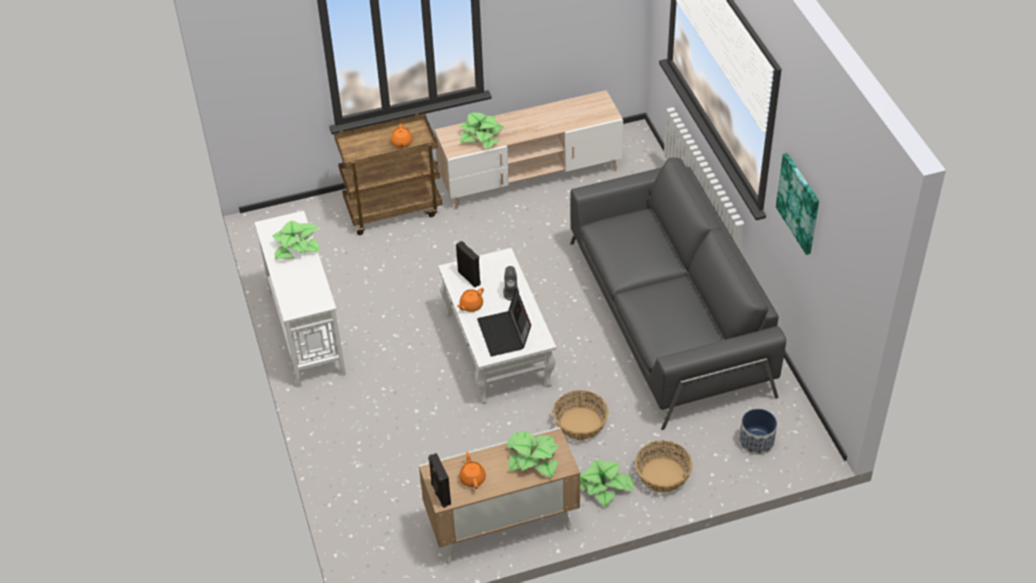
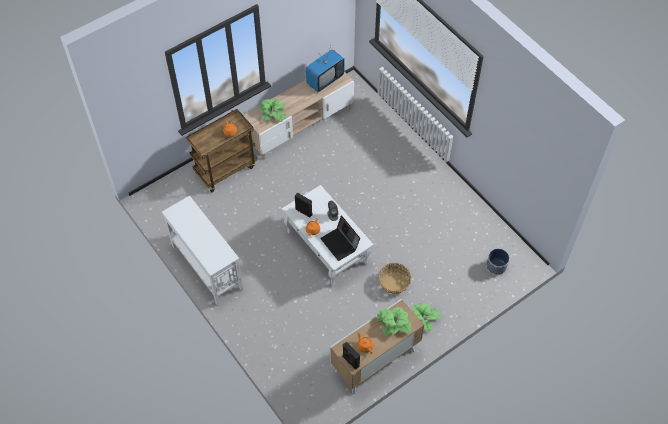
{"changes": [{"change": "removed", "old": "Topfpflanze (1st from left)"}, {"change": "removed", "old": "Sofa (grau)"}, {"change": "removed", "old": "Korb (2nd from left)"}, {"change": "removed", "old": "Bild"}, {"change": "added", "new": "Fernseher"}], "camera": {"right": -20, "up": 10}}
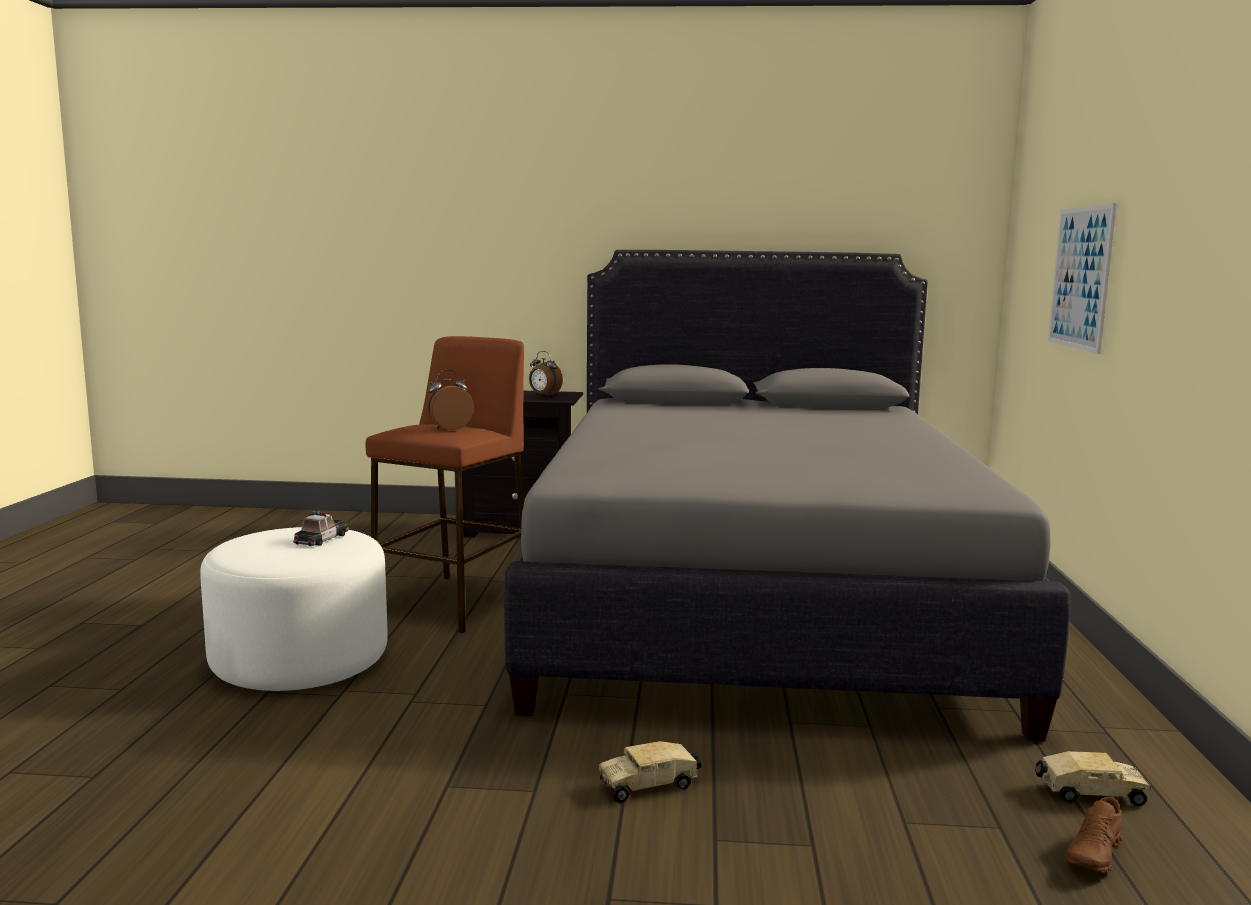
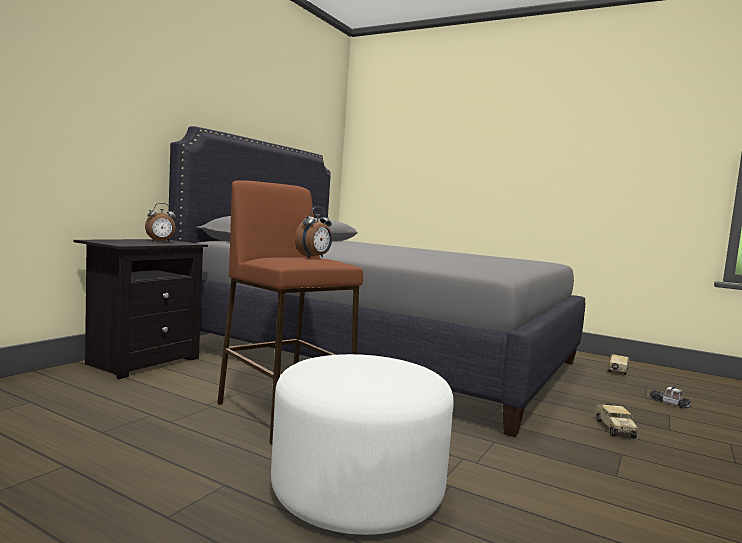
{"changes": [{"change": "moved", "old": "Spielzeugauto"}, {"change": "turned", "old": "Wecker (1st from left in the first image)", "degrees": -135}, {"change": "removed", "old": "Bild"}, {"change": "removed", "old": "Schuh (braun)"}], "camera": {"right": -65, "up": -5}}
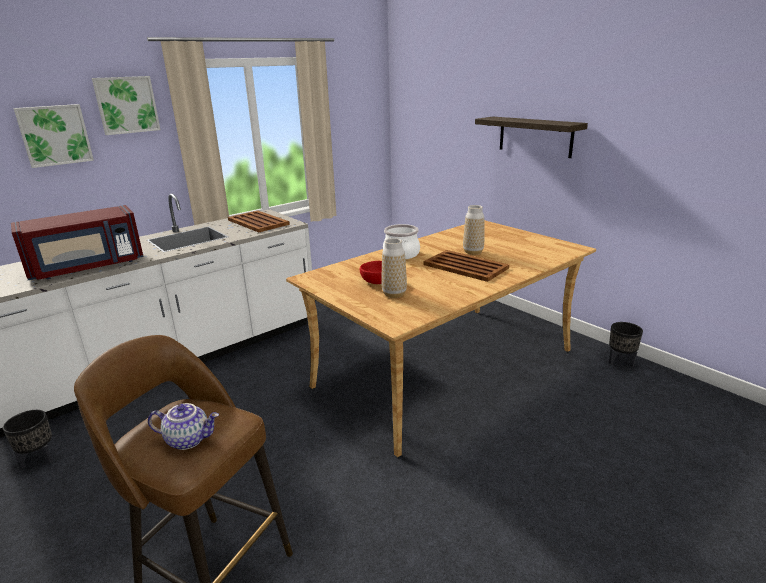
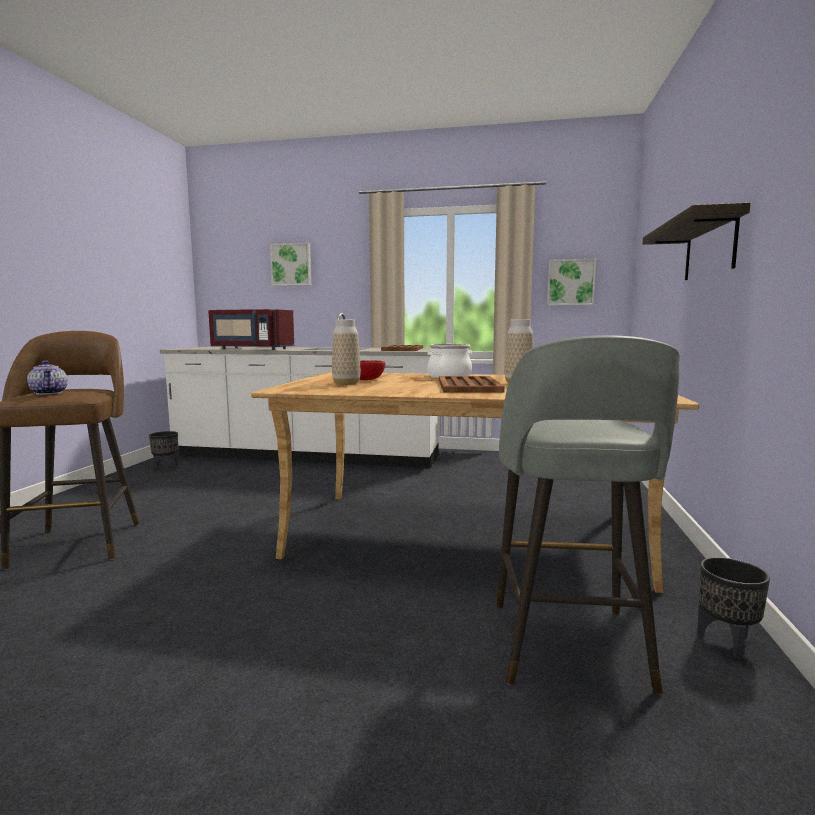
{"changes": [{"change": "moved", "old": "Bild (2nd from left)"}, {"change": "added", "new": "Hocker (grau)"}], "camera": {"right": 50, "up": -15}}
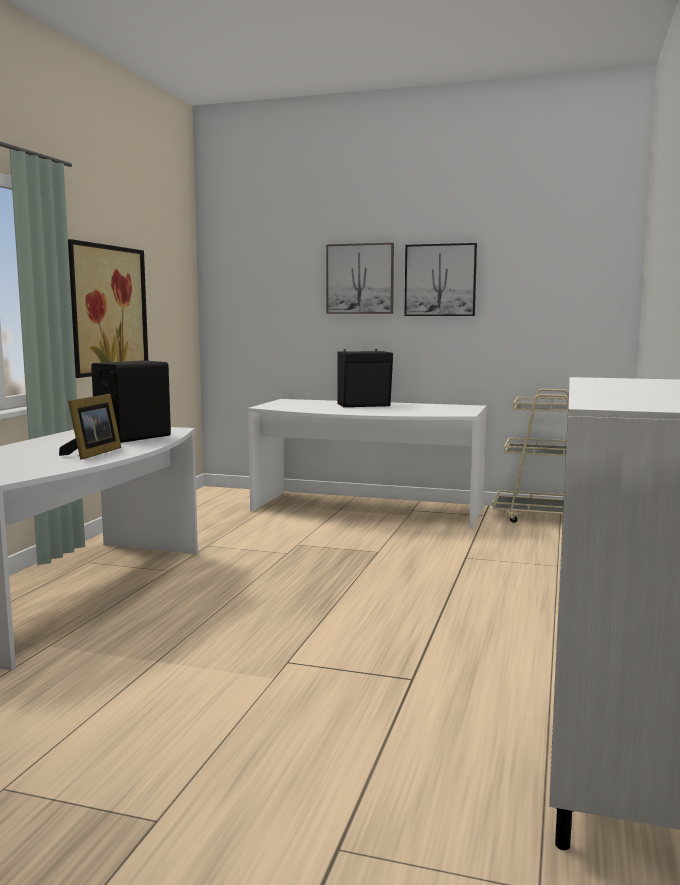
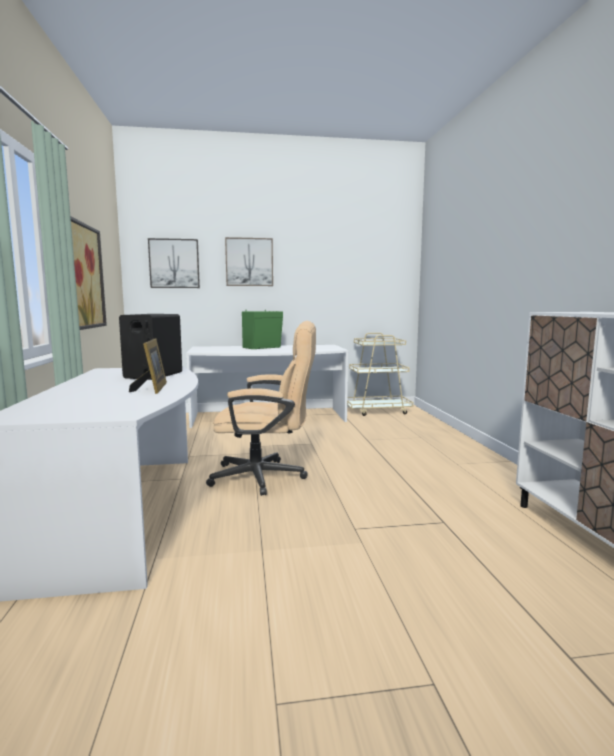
{"changes": [{"change": "recoloured", "old": "Lautsprecher (schwarz) (2nd from left)", "new": "Lautsprecher (grün)"}, {"change": "moved", "old": "Bild (3rd from left in the first image)", "new": "Bild (2nd from left)"}, {"change": "added", "new": "Bürostuhl (beige)"}], "camera": {"right": -25, "up": 0}}
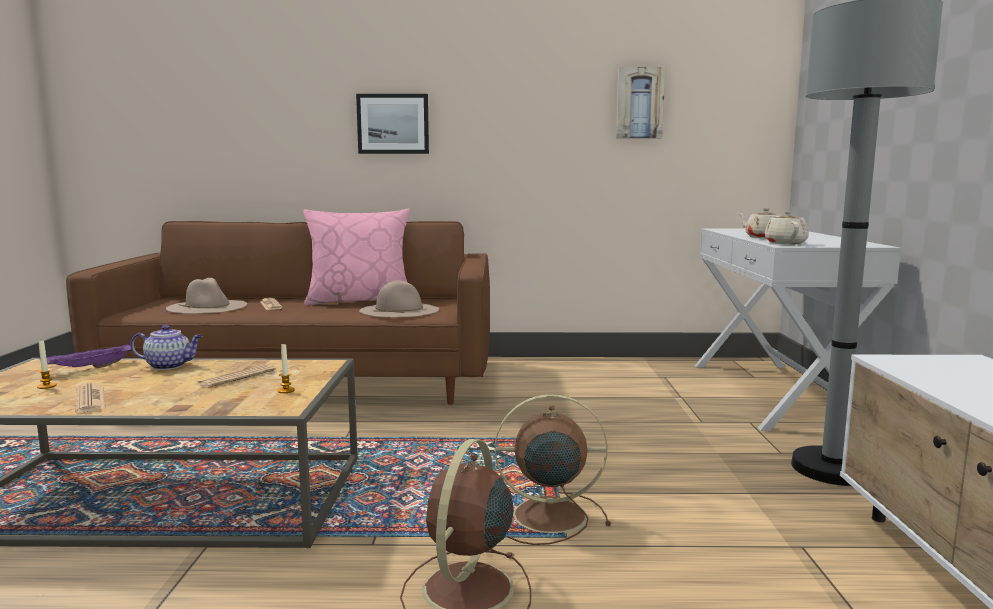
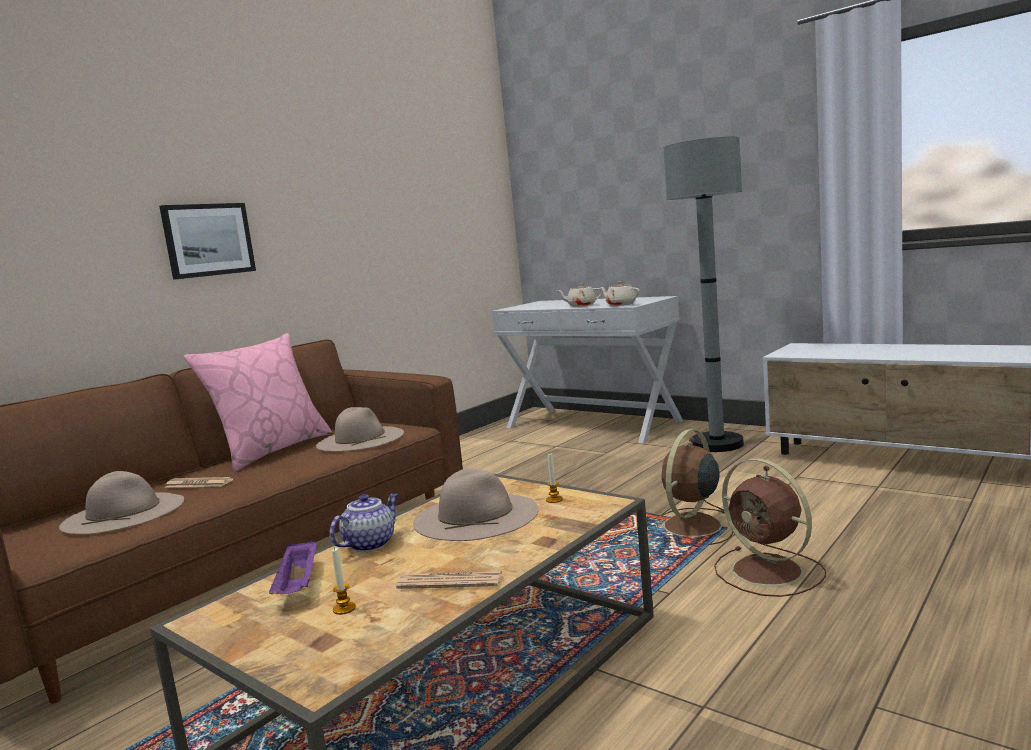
{"changes": [{"change": "replaced", "old": "Zeitung (2nd from left)", "new": "Hut (beige) (3rd from left)"}, {"change": "removed", "old": "Bild (2nd from left)"}], "camera": {"right": -50, "up": 0}}
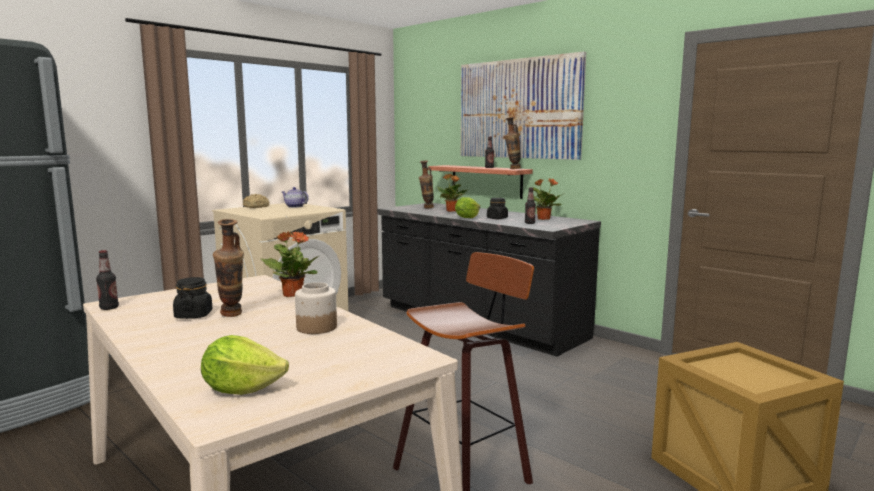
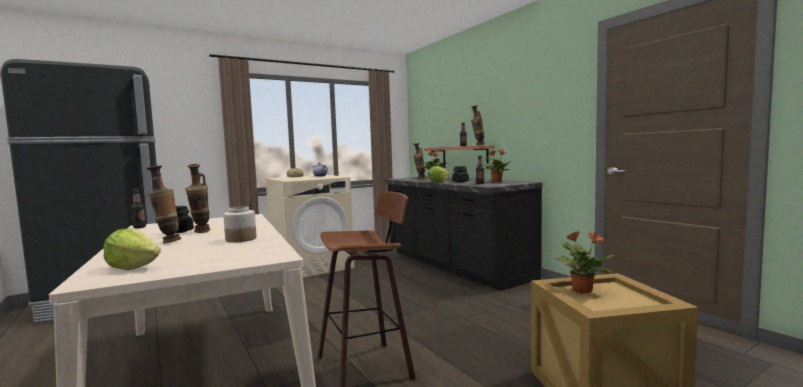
{"changes": [{"change": "moved", "old": "Topfpflanze (1st from left in the first image)", "new": "Topfpflanze (3rd from left)"}, {"change": "removed", "old": "Bild"}, {"change": "added", "new": "Vase (1st from left)"}], "camera": {"right": 15, "up": -5}}
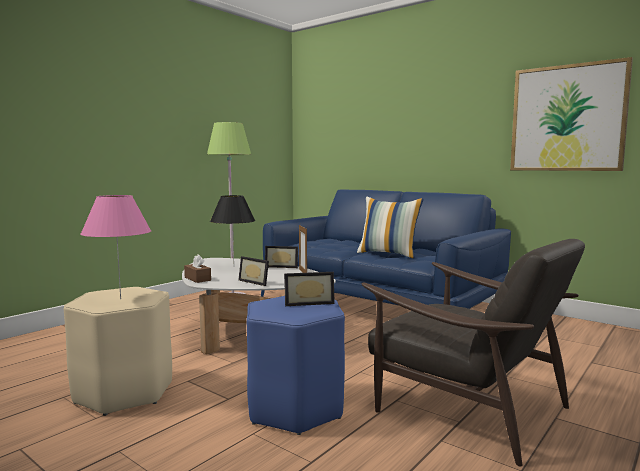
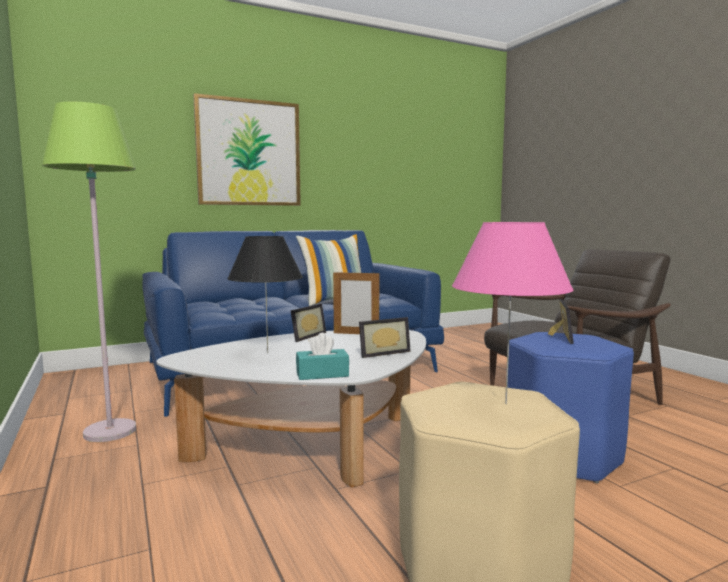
{"changes": [{"change": "recoloured", "old": "Taschentuchbox (braun)", "new": "Taschentuchbox (türkis)"}, {"change": "moved", "old": "Bild"}], "camera": {"right": -65, "up": 0}}
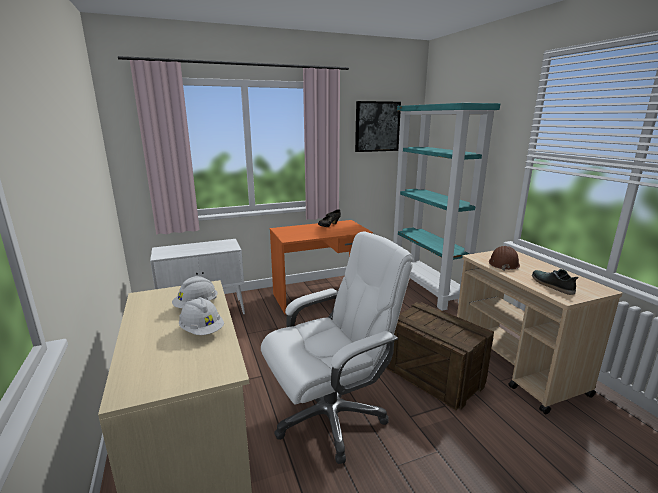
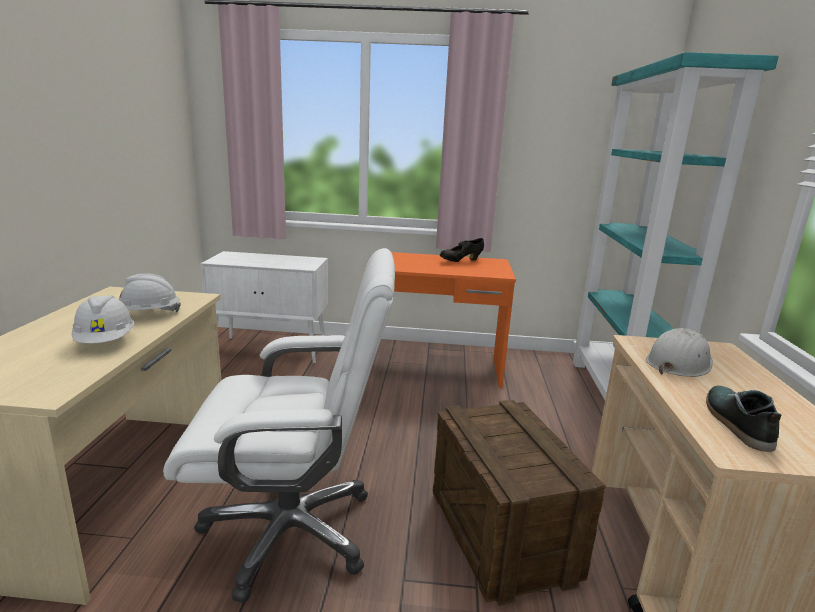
{"changes": [{"change": "removed", "old": "Bild"}, {"change": "recoloured", "old": "Schutzhelm (braun)", "new": "Schutzhelm (weiß) (3rd from left)"}], "camera": {"right": 25, "up": 0}}
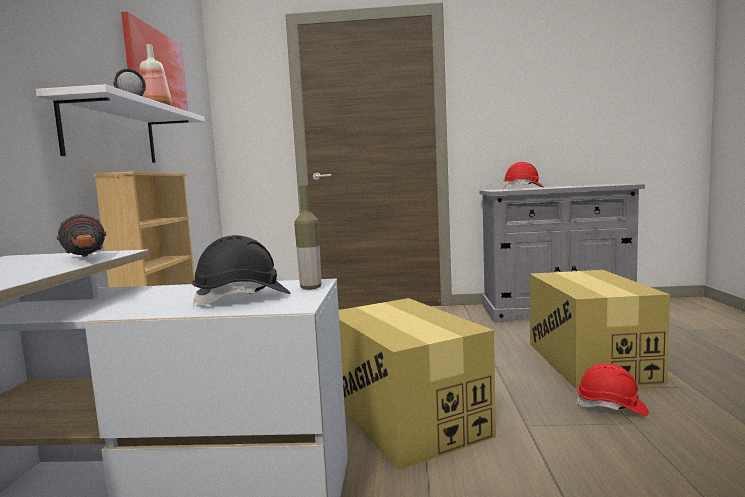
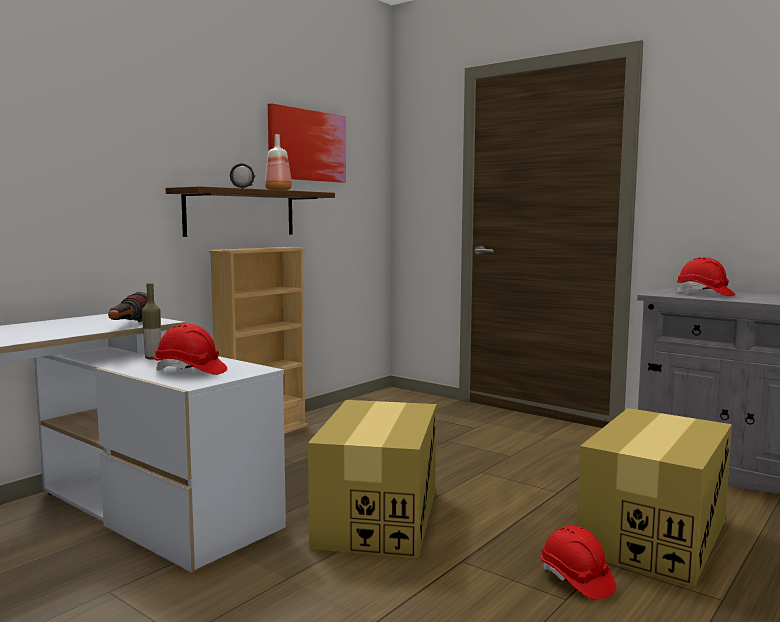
{"changes": [{"change": "recoloured", "old": "Wandregal (weiß)", "new": "Wandregal (braun)"}, {"change": "recoloured", "old": "Schutzhelm (schwarz)", "new": "Schutzhelm (rot) (1st from left)"}, {"change": "moved", "old": "Flasche (2nd from left in the first image)", "new": "Flasche (1st from left)"}], "camera": {"right": 35, "up": 0}}
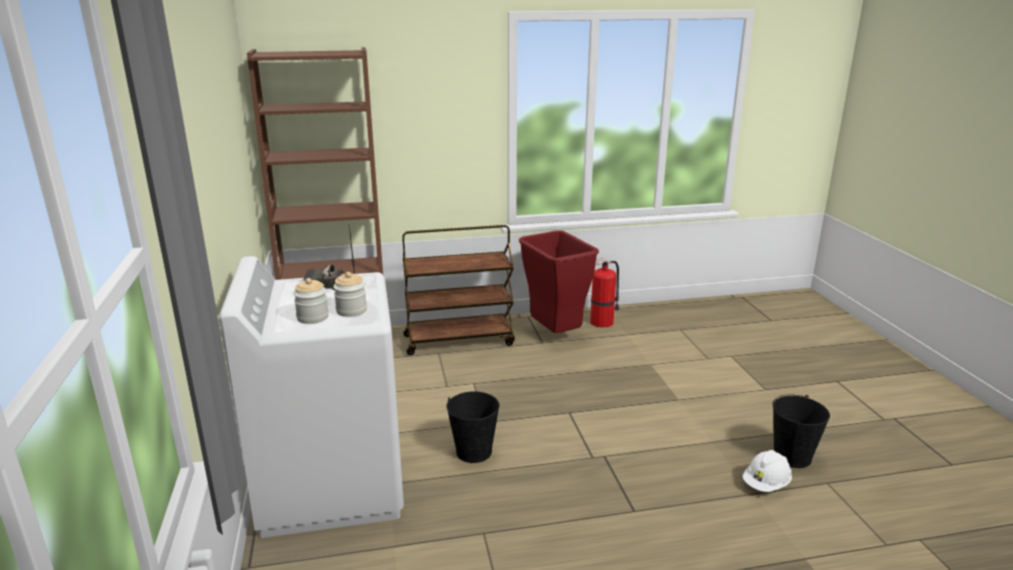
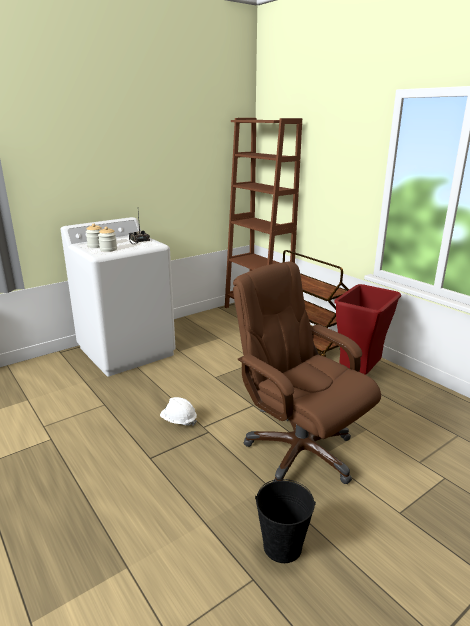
{"changes": [{"change": "removed", "old": "Eimer (schwarz) (1st from left)"}, {"change": "removed", "old": "Feuerlöscher"}, {"change": "moved", "old": "Schutzhelm (weiß)"}, {"change": "added", "new": "Bürostuhl (braun)"}], "camera": {"right": 65, "up": 0}}
